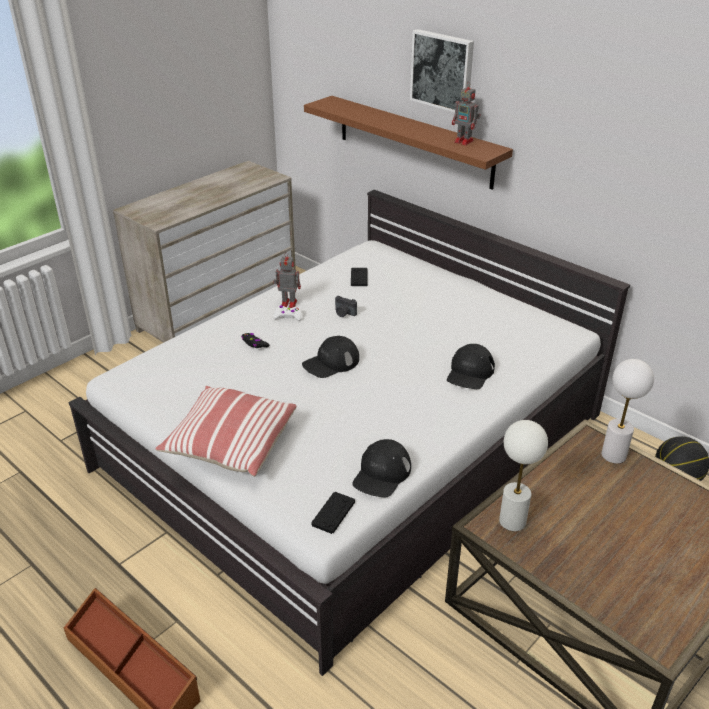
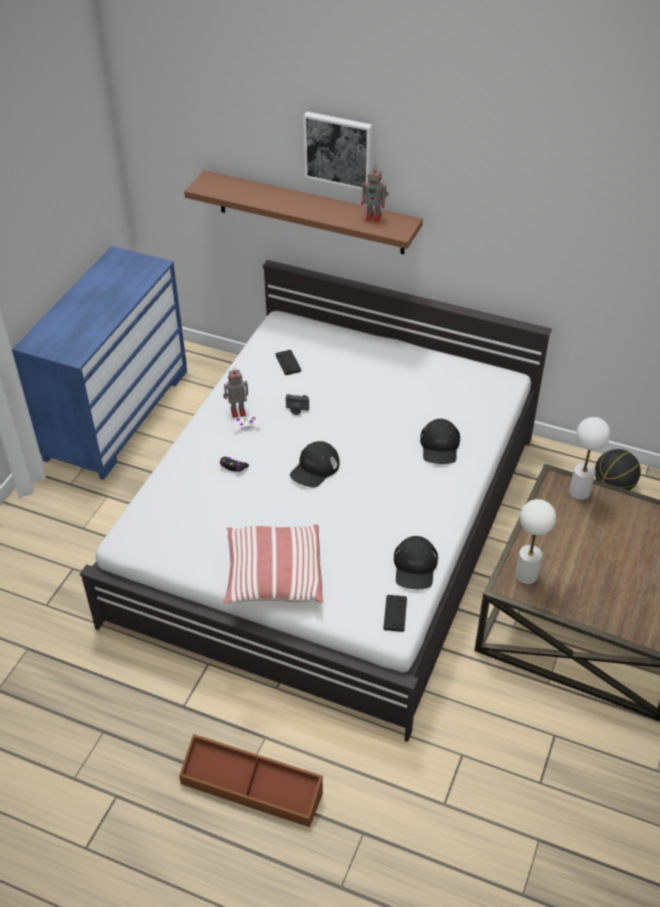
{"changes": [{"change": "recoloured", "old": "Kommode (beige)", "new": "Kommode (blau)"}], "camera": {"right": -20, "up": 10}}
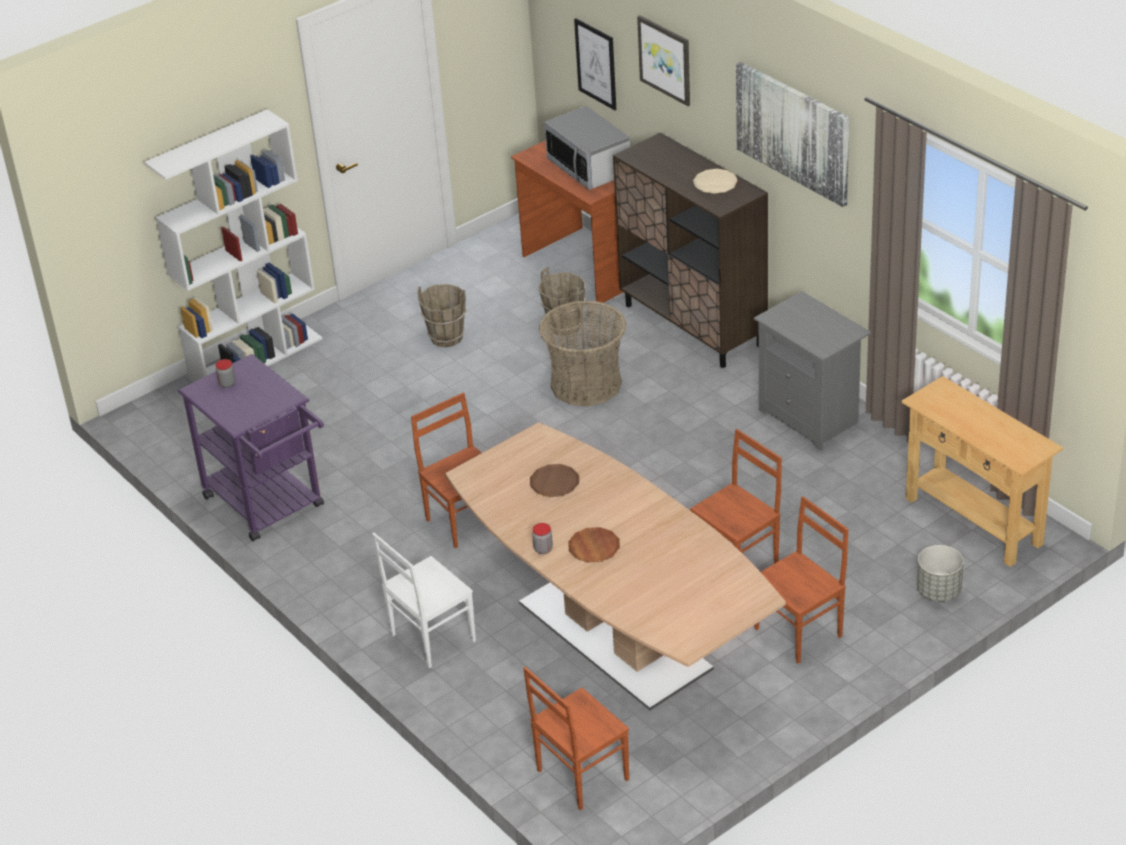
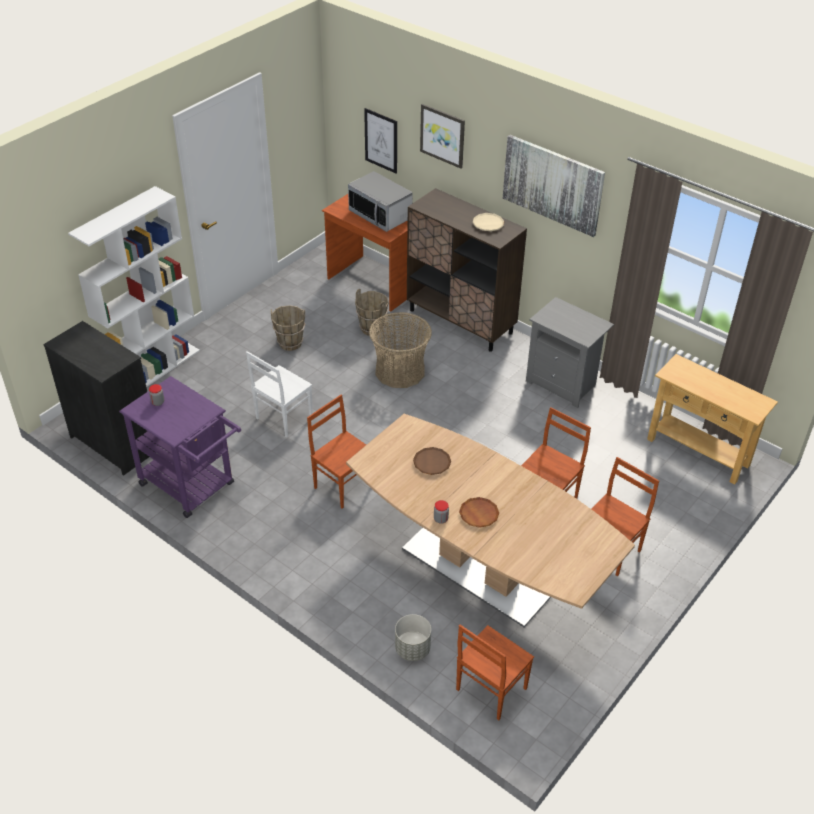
{"changes": [{"change": "moved", "old": "Stuhl (weiß)"}, {"change": "moved", "old": "Pflanzkübel (grau)"}, {"change": "added", "new": "Kommode (schwarz)"}], "camera": {"right": -15, "up": 5}}
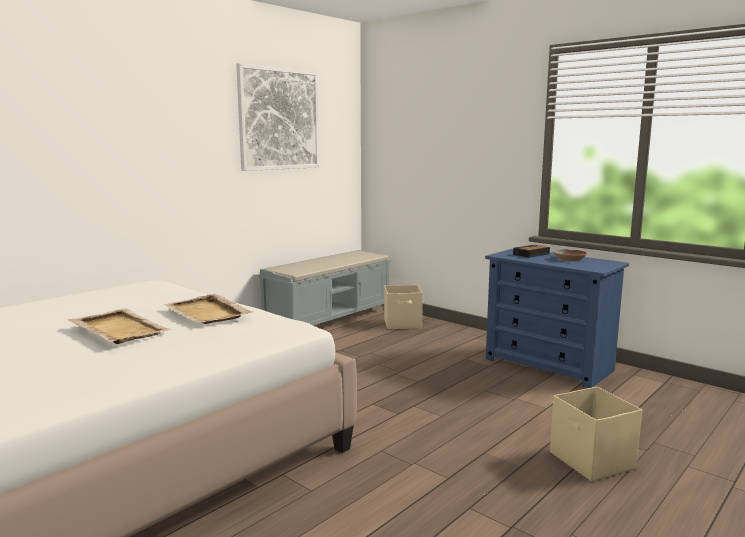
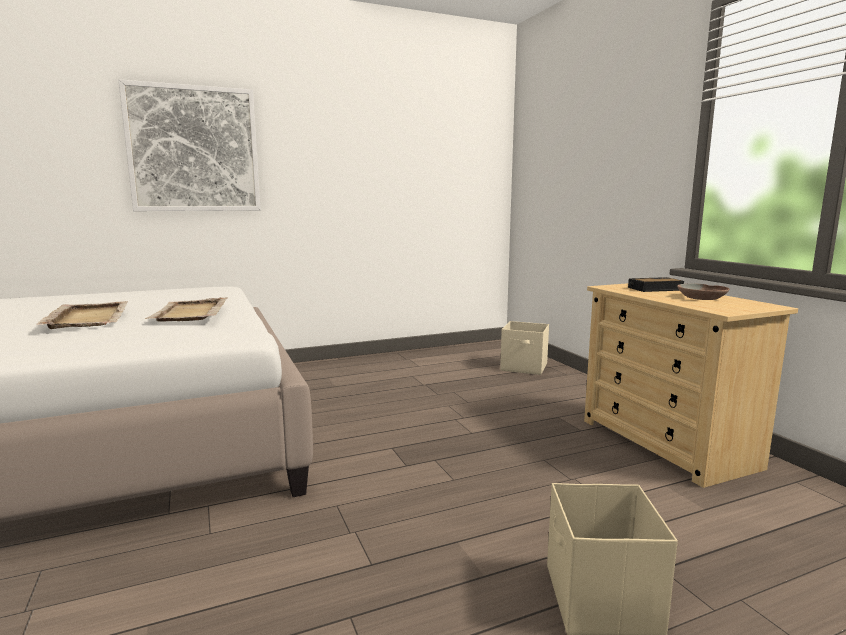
{"changes": [{"change": "moved", "old": "Bild"}, {"change": "removed", "old": "Bank (grau)"}, {"change": "recoloured", "old": "Kommode (blau)", "new": "Kommode (beige)"}], "camera": {"right": 25, "up": 0}}
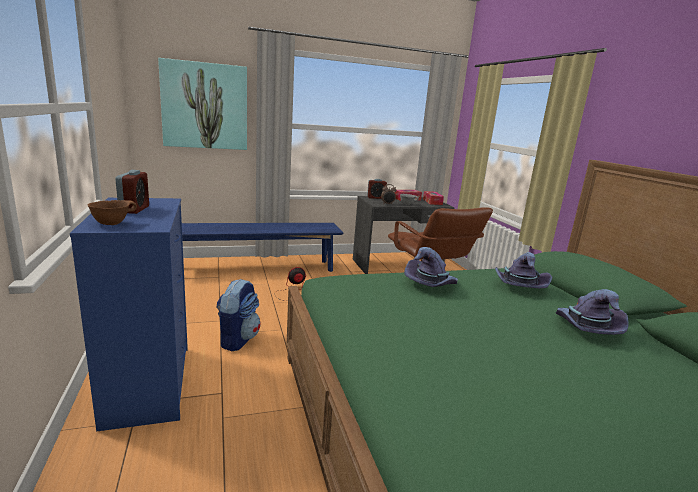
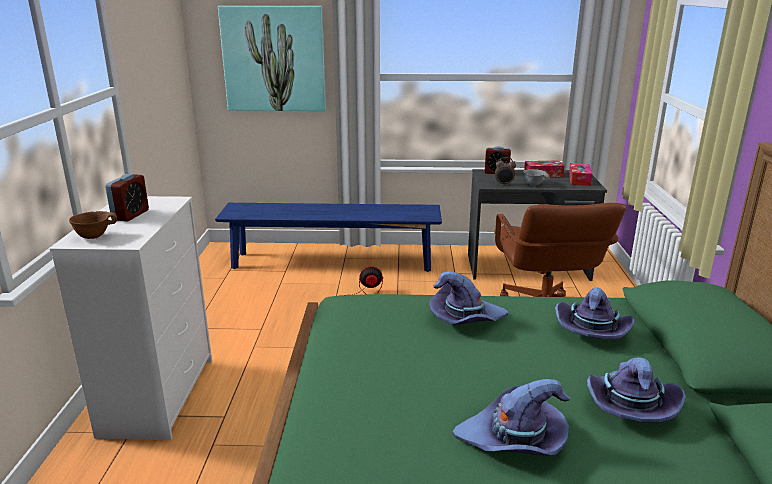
{"changes": [{"change": "recoloured", "old": "Kommode (blau)", "new": "Kommode (weiß)"}, {"change": "removed", "old": "Rucksack"}, {"change": "added", "new": "Hut (lila) (2nd from left)"}], "camera": {"right": 20, "up": 5}}
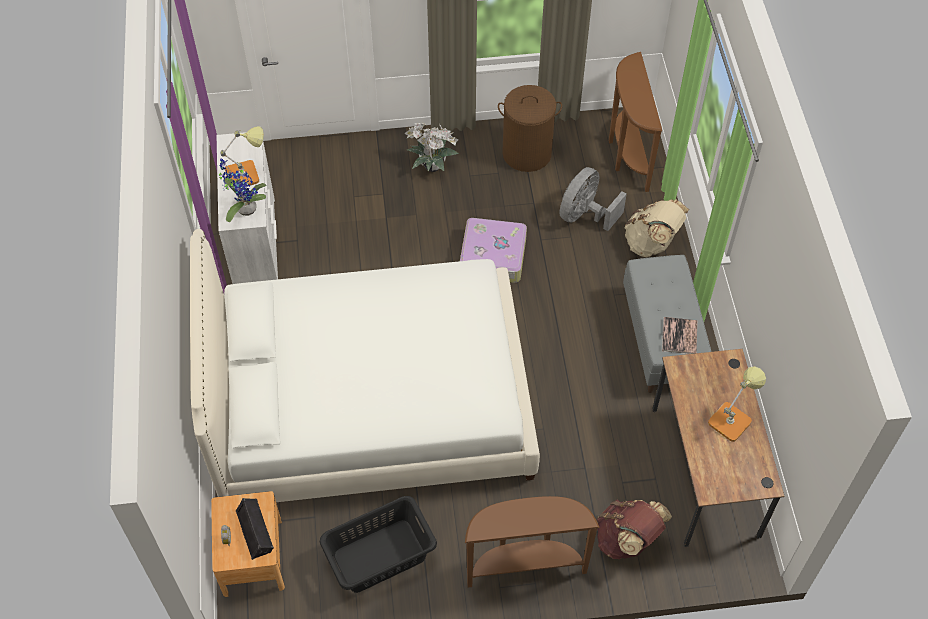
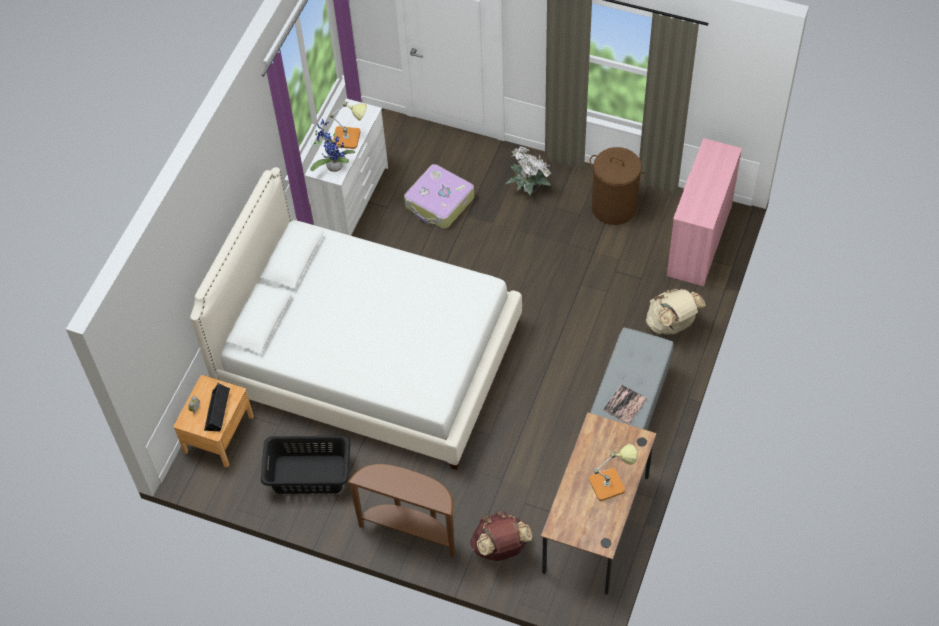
{"changes": [{"change": "moved", "old": "Koffer"}, {"change": "removed", "old": "Ventilator (grau)"}, {"change": "replaced", "old": "Konsolentisch (braun) (2nd from left)", "new": "Kommode (rosa)"}], "camera": {"right": 30, "up": 0}}
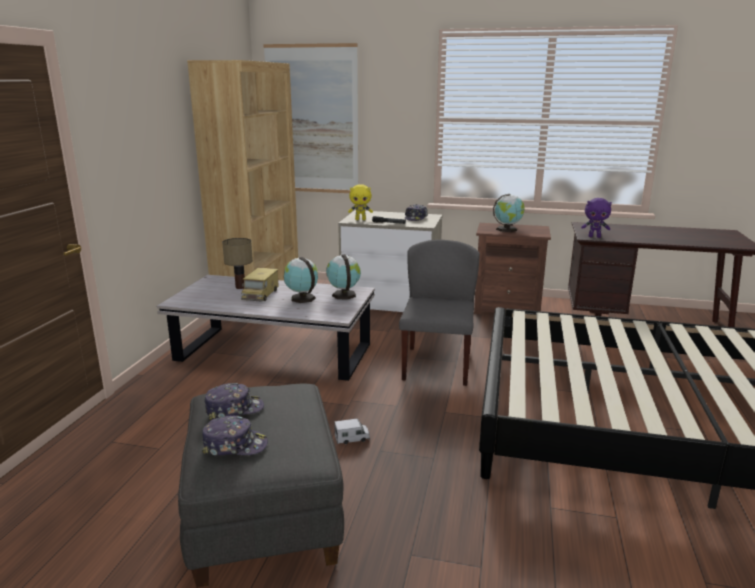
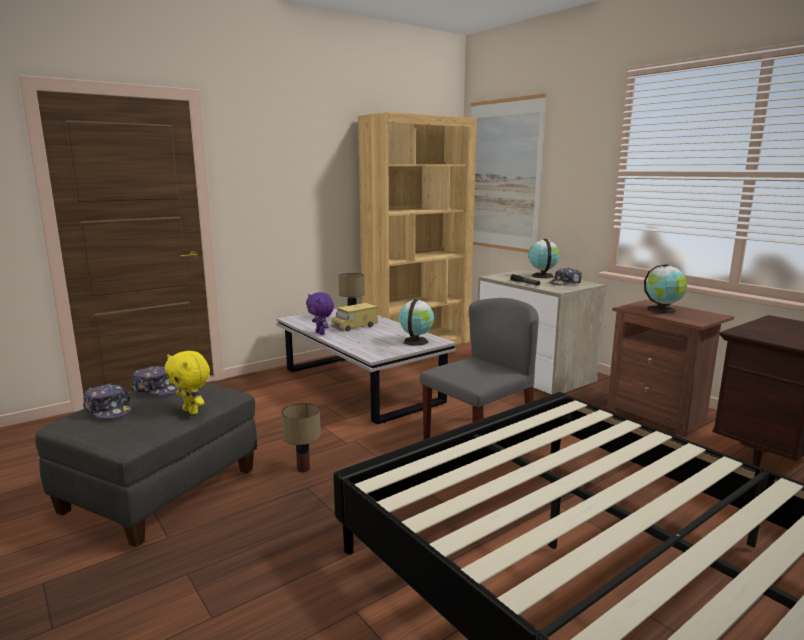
{"changes": [{"change": "moved", "old": "Globus (1st from left in the first image)", "new": "Globus (2nd from left)"}, {"change": "replaced", "old": "Spielzeuglaster (2nd from left)", "new": "Tischlampe (1st from left)"}, {"change": "moved", "old": "Plüschtier (gelb)"}, {"change": "moved", "old": "Plüschtier (lila)"}], "camera": {"right": 40, "up": -5}}
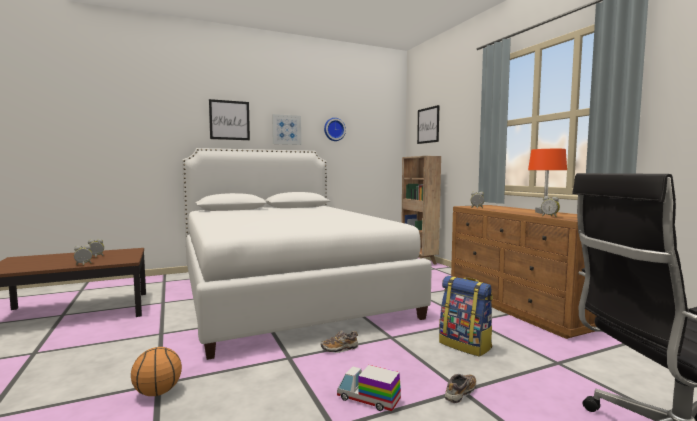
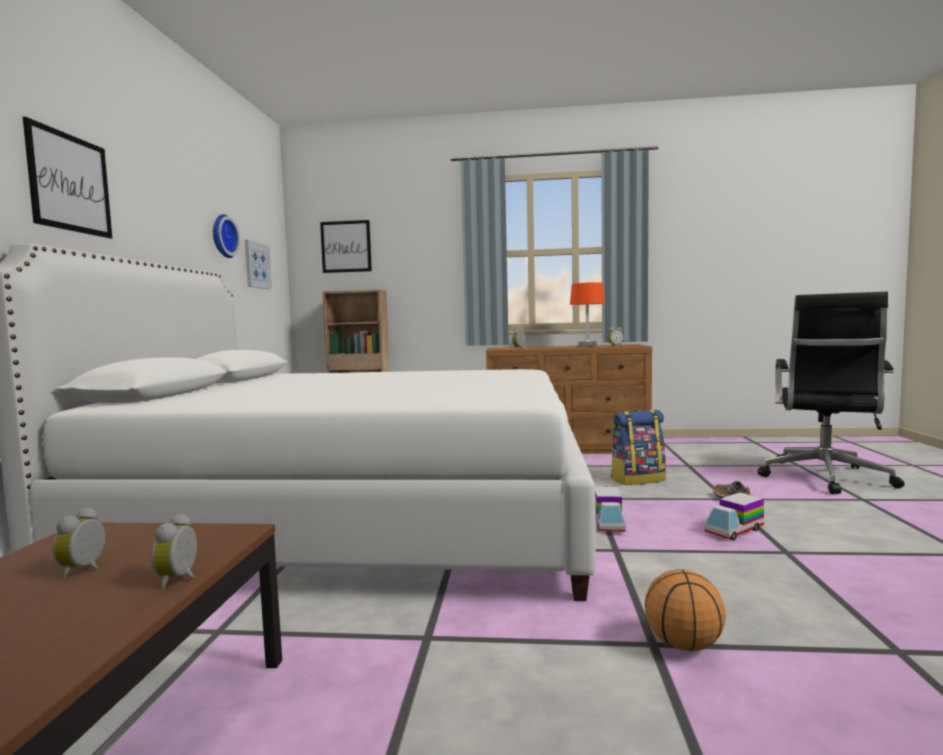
{"changes": [{"change": "moved", "old": "Bild (2nd from left)"}, {"change": "replaced", "old": "Schuh (1st from left)", "new": "Spielzeuglaster (1st from left)"}], "camera": {"right": -60, "up": 0}}
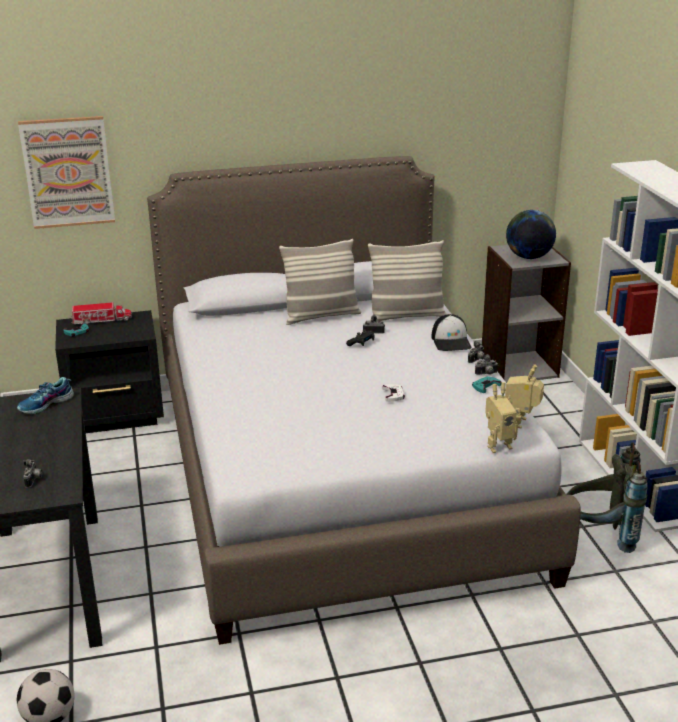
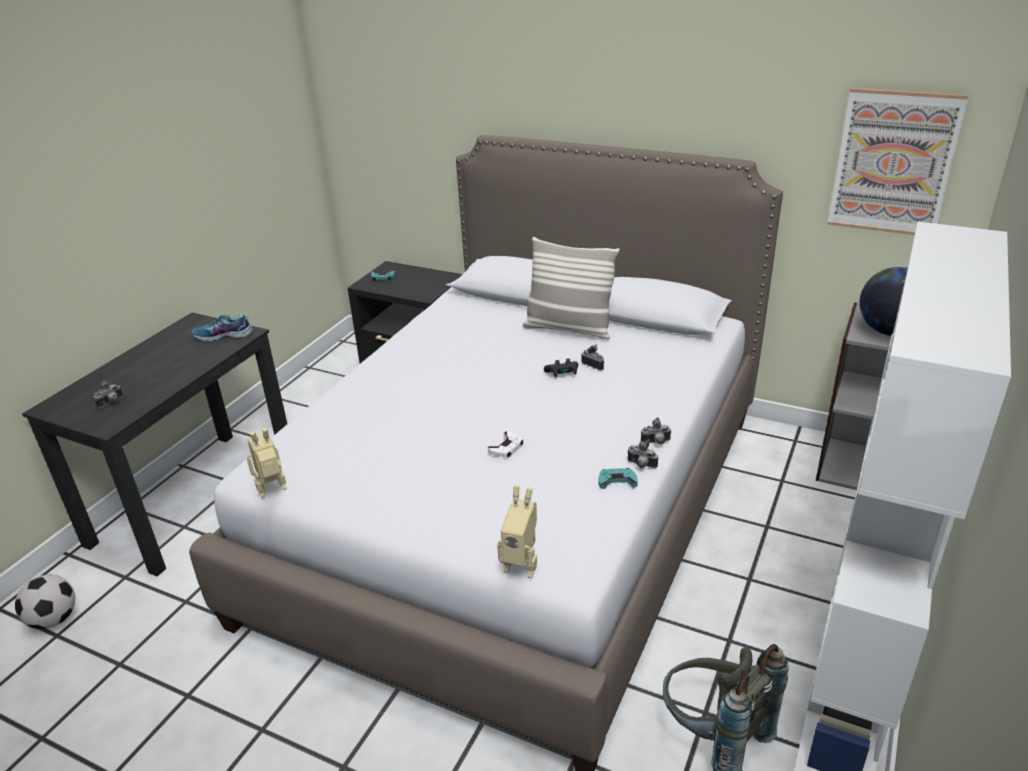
{"changes": [{"change": "moved", "old": "Bild"}, {"change": "removed", "old": "Spielzeuglaster"}, {"change": "removed", "old": "Kissen (2nd from left)"}, {"change": "removed", "old": "Kappe"}, {"change": "moved", "old": "Spielzeugroboter (2nd from left in the first image)", "new": "Spielzeugroboter (1st from left)"}], "camera": {"right": 40, "up": 5}}
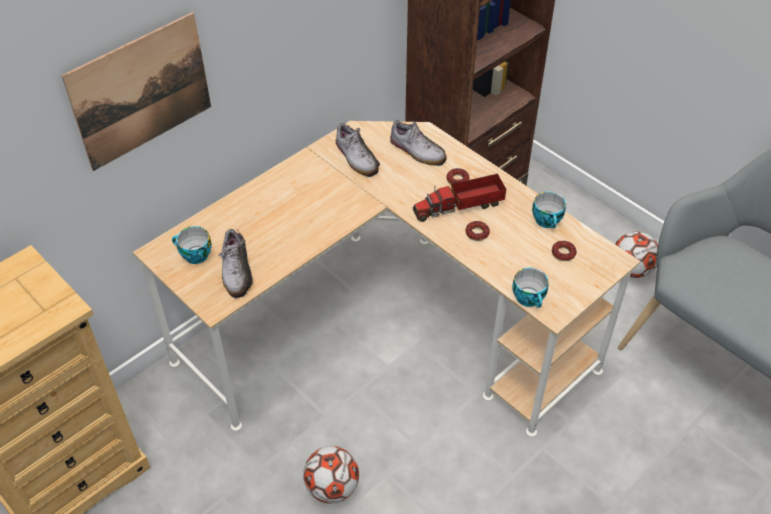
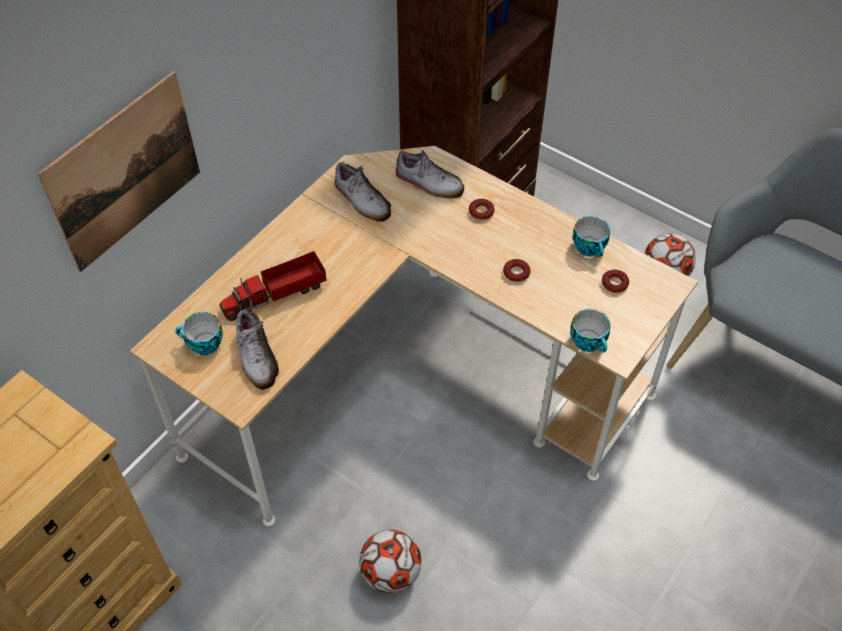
{"changes": [{"change": "moved", "old": "Spielzeuglaster"}], "camera": {"right": -10, "up": 5}}
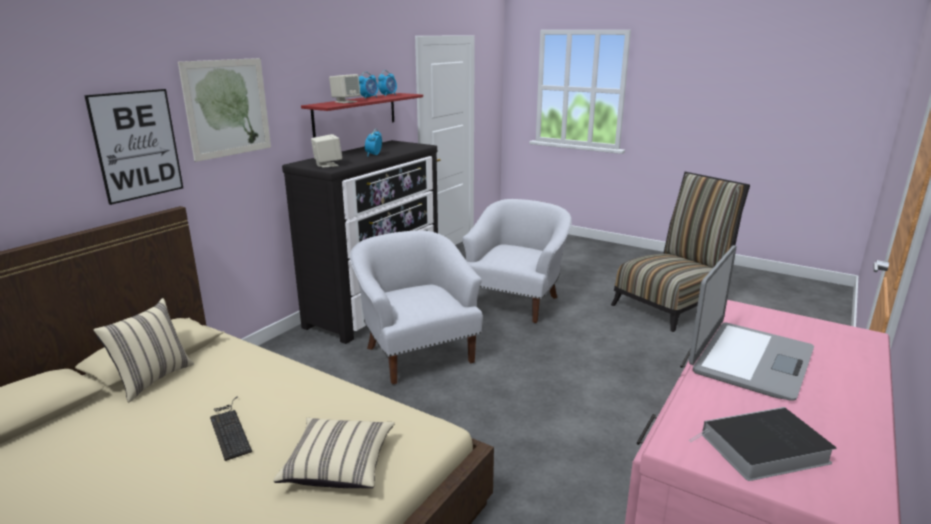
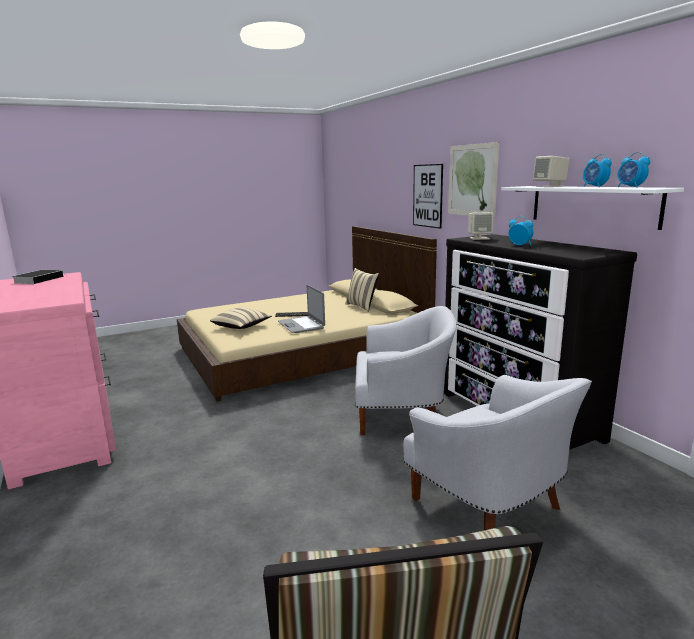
{"changes": [{"change": "recoloured", "old": "Wandregal (rot)", "new": "Wandregal (weiß)"}, {"change": "moved", "old": "Laptop"}], "camera": {"right": 120, "up": -5}}
